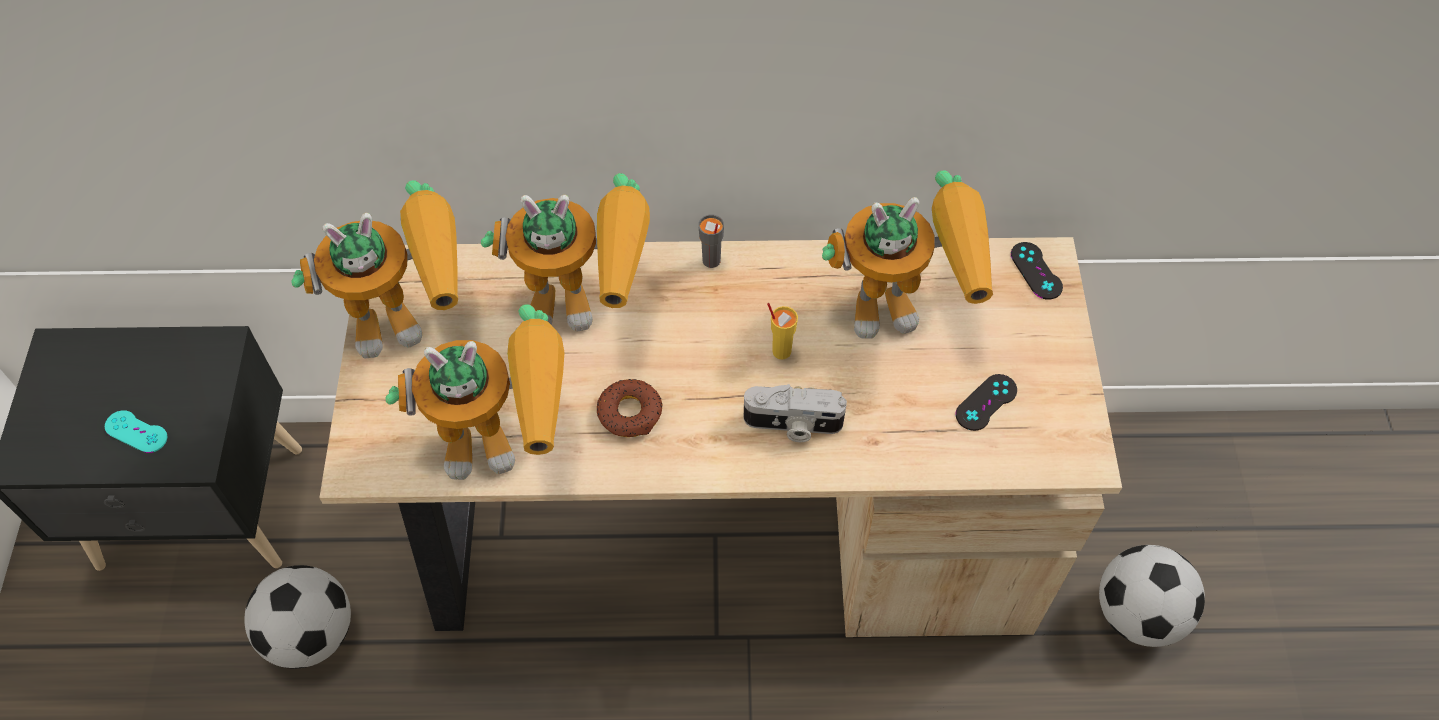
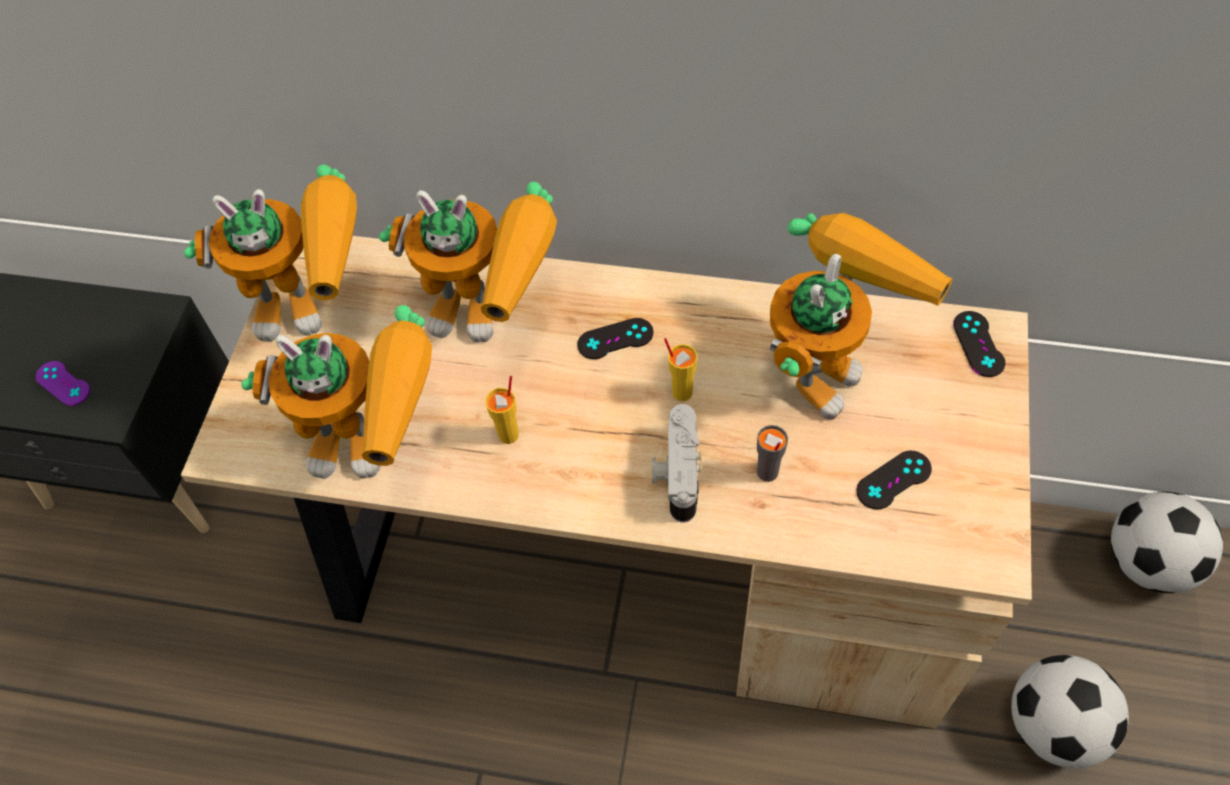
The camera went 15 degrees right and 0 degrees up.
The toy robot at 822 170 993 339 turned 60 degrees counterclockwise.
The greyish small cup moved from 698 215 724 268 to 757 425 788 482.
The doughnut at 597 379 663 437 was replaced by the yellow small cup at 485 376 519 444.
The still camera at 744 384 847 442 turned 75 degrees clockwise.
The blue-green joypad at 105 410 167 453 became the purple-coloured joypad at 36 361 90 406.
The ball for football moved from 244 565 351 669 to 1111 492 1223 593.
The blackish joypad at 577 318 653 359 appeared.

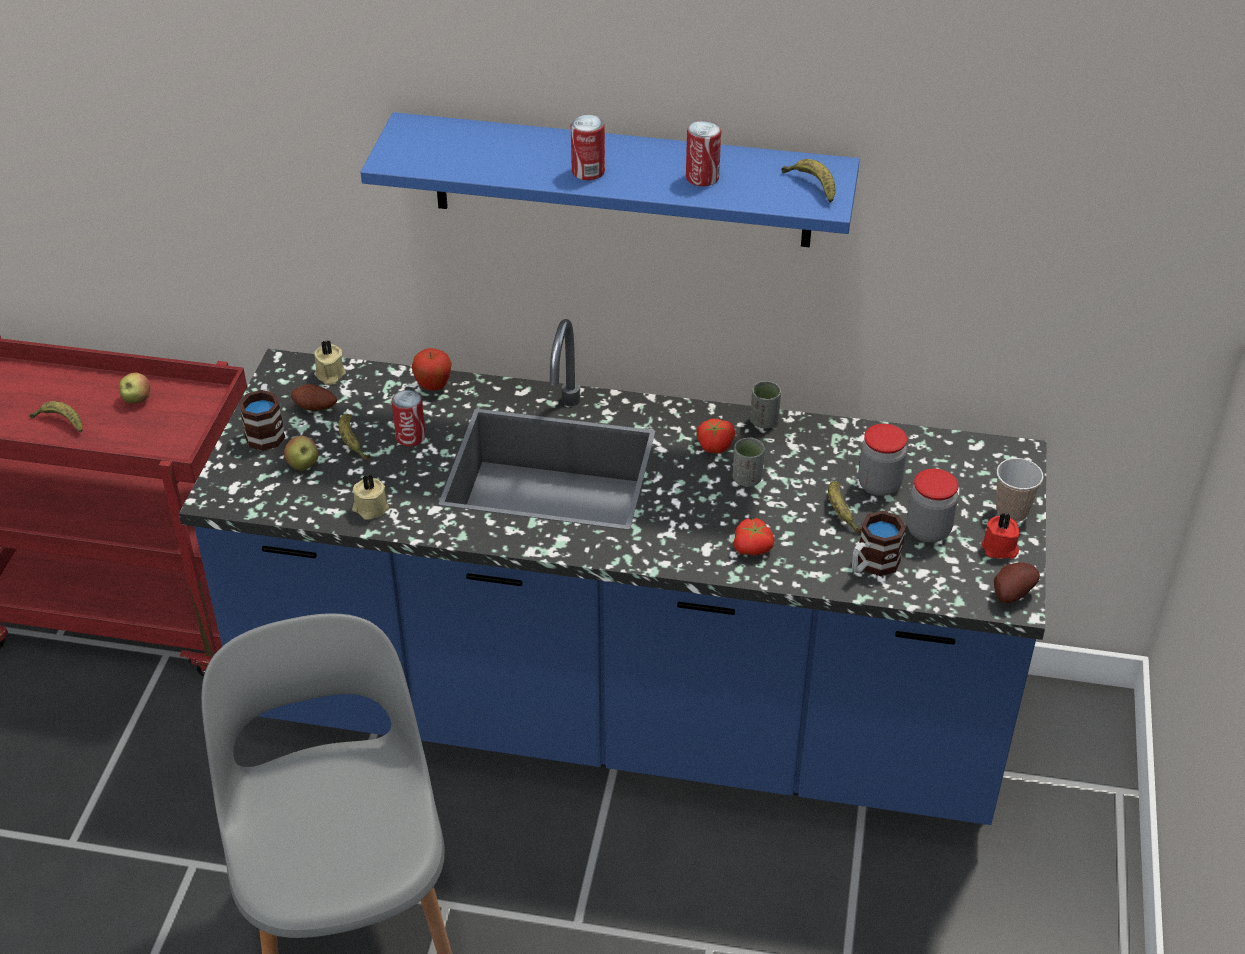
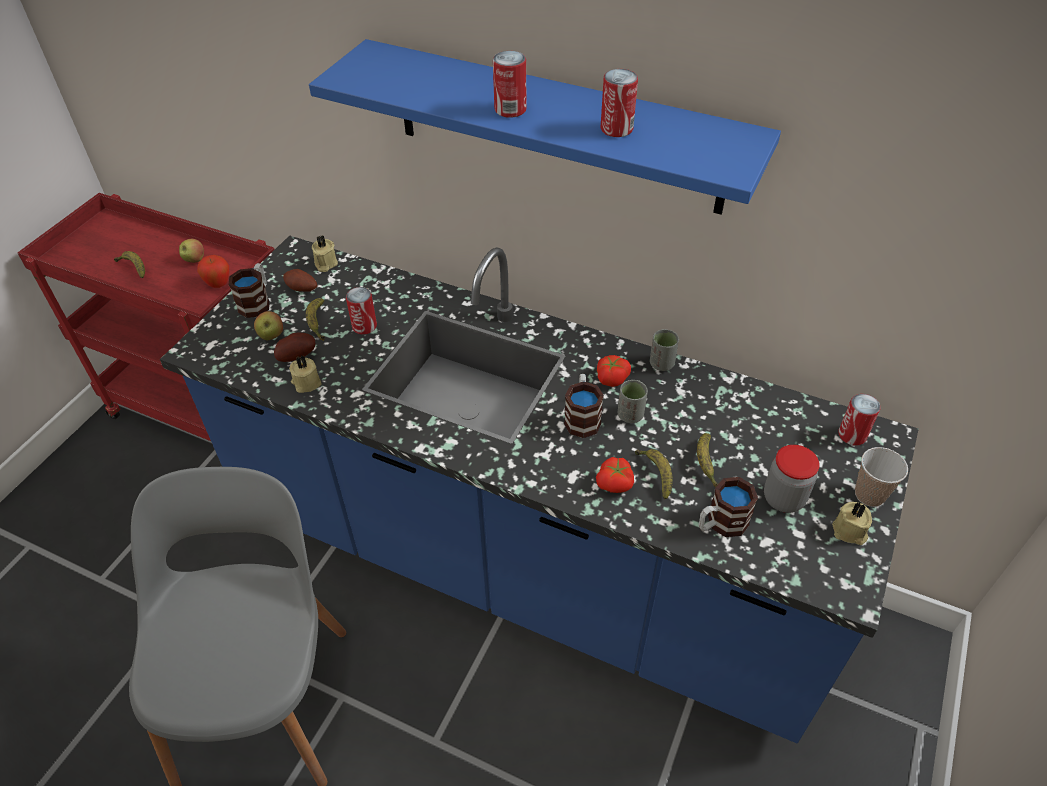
The camera went 15 degrees right and 5 degrees up.
The whole banana moved from 781 159 836 202 to 635 449 673 499.
The whole apple moved from 411 348 452 391 to 197 255 229 288.
The preserve jar at 858 423 907 496 disappeared.
The red-coloured wax candle at 982 513 1020 559 became the sand-coloured wax candle at 832 502 872 545.
The whole potato moved from 994 562 1040 603 to 274 333 316 362.
The mug at 564 374 604 438 appeared.
The metal can at 838 394 880 446 appeared.

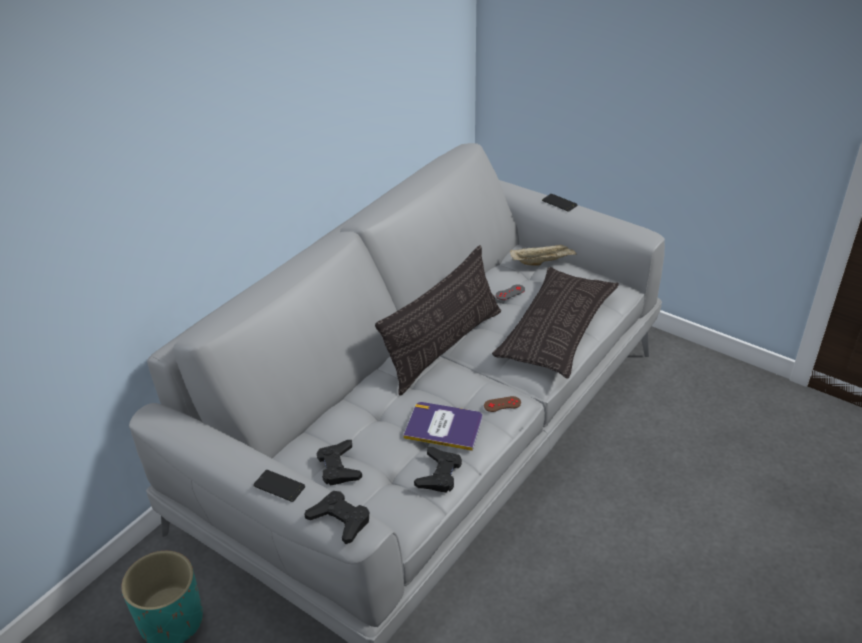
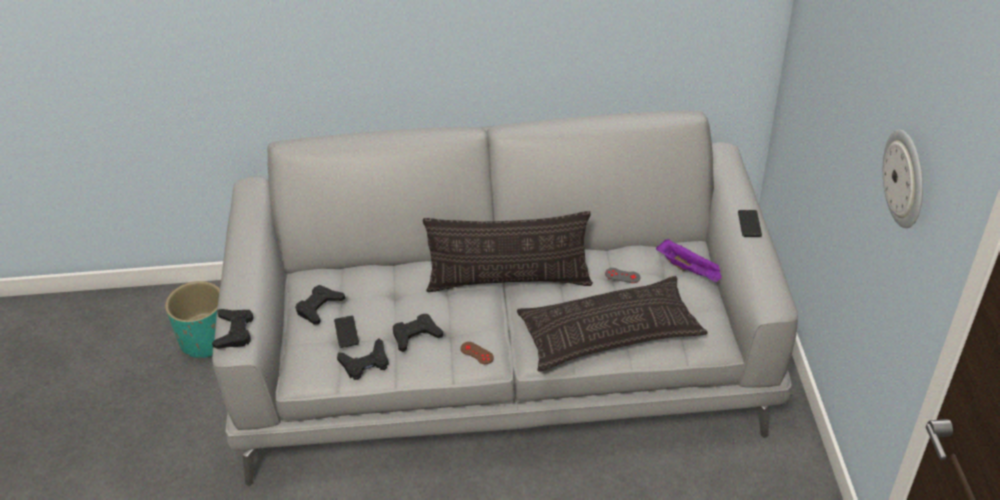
The camera went 50 degrees right and 5 degrees up.
The sand-coloured carrying tray at 510 245 577 266 became the purple-coloured carrying tray at 656 239 722 282.
The volume at 403 402 482 451 was replaced by the blackish joypad at 393 314 443 352.
The handset moved from 253 470 305 502 to 334 316 359 348.
The clock on the wall at 883 130 923 228 appeared.

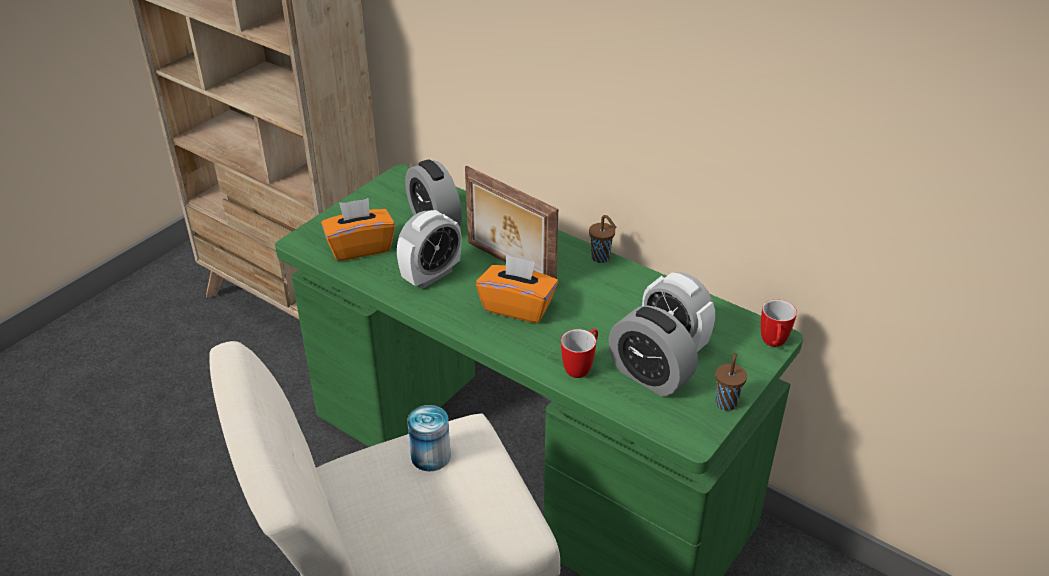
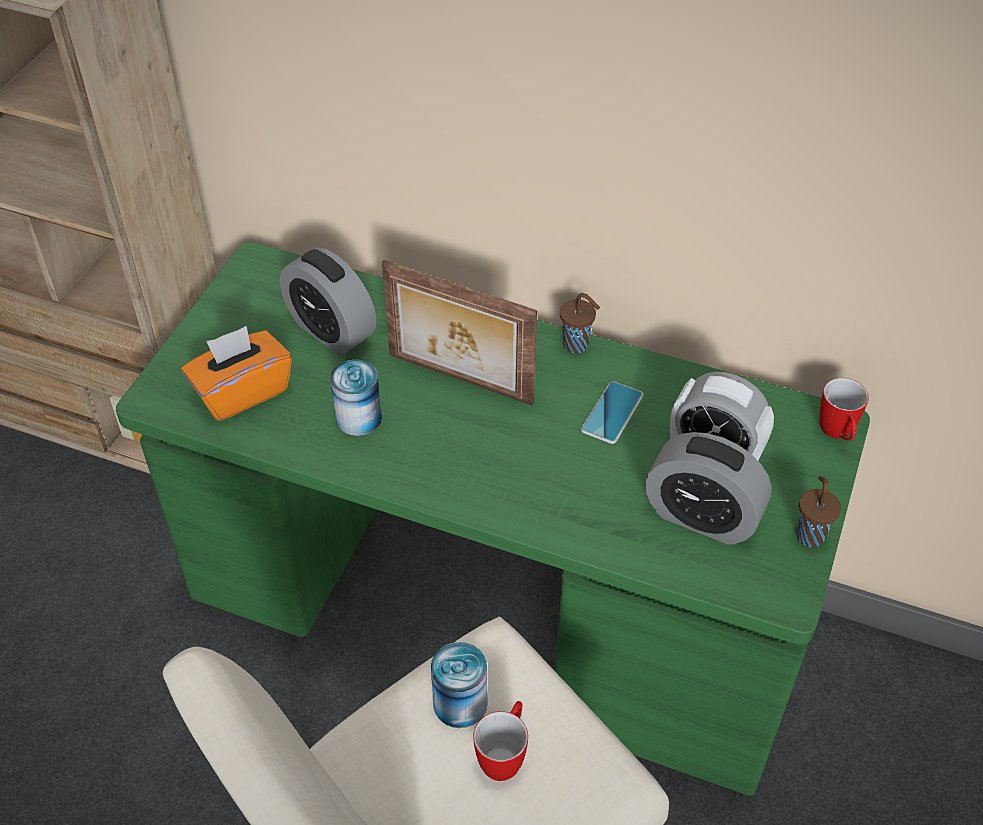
The camera went 15 degrees left and 10 degrees up.
The bedside clock at 397 210 462 288 was replaced by the metal can at 330 360 382 436.
The orangey tissue box at 476 254 558 323 disappeared.
The mug moved from 561 329 598 378 to 473 701 528 781.
The handset at 581 381 644 444 appeared.

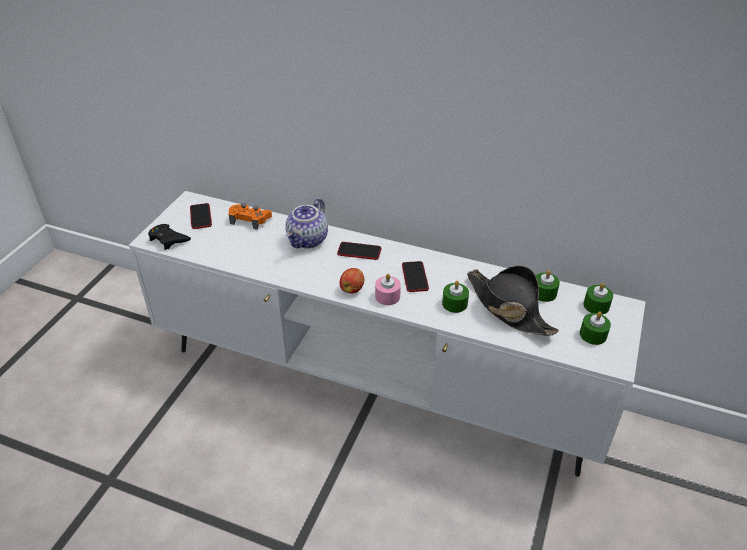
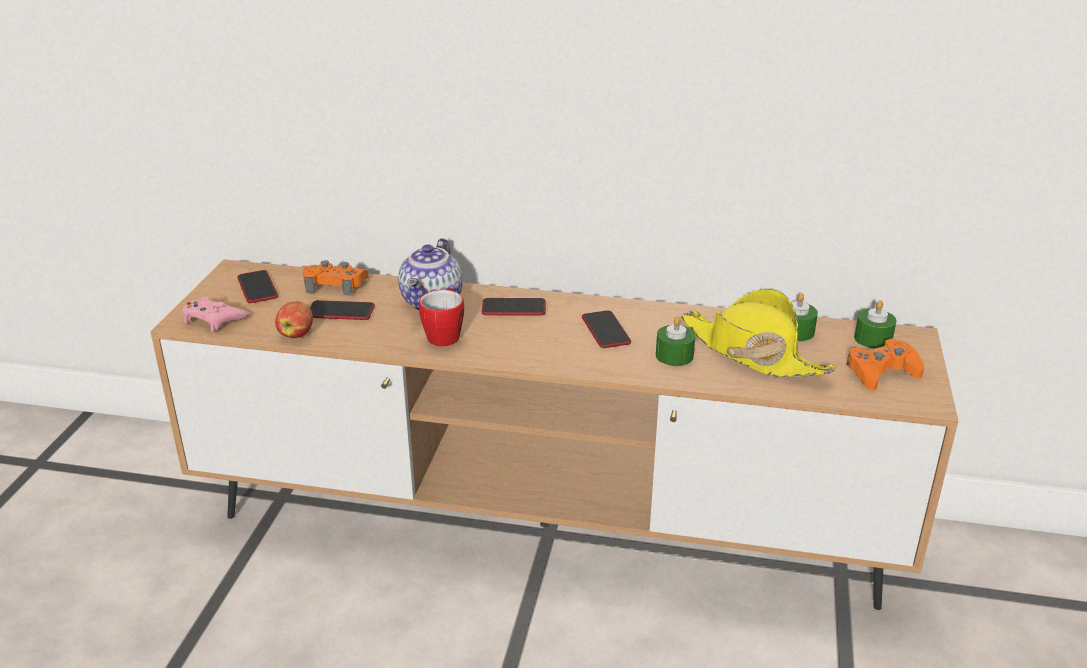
The camera went 10 degrees left and 10 degrees down.
The whitish tv unit at 129 191 646 477 became the brownish tv unit at 151 259 958 610.
The blackish joypad at 148 224 191 250 became the pink-coloured joypad at 182 296 250 332.
The blackish wearable hat at 467 266 559 336 became the yellow wearable hat at 681 289 836 378.
The whole apple moved from 339 268 364 293 to 275 301 313 338.
The pink-coloured wax candle at 375 274 401 305 disappeared.
The green wax candle at 580 312 611 345 was replaced by the orangey joypad at 847 338 924 391.
The mug at 419 287 464 347 appeared.
The handset at 310 300 375 320 appeared.

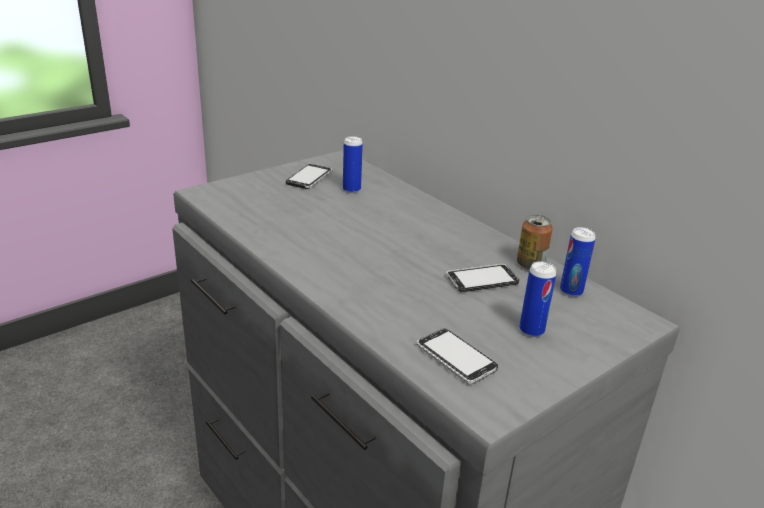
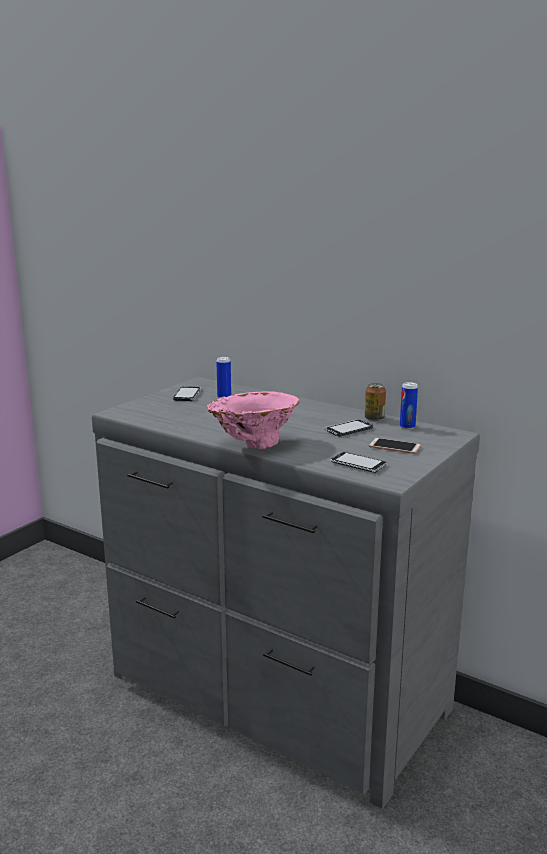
The camera went 15 degrees left and 10 degrees down.
The metal can at 519 261 556 337 was replaced by the handset at 369 438 421 454.
The pink-coloured flower vase at 207 391 300 449 appeared.

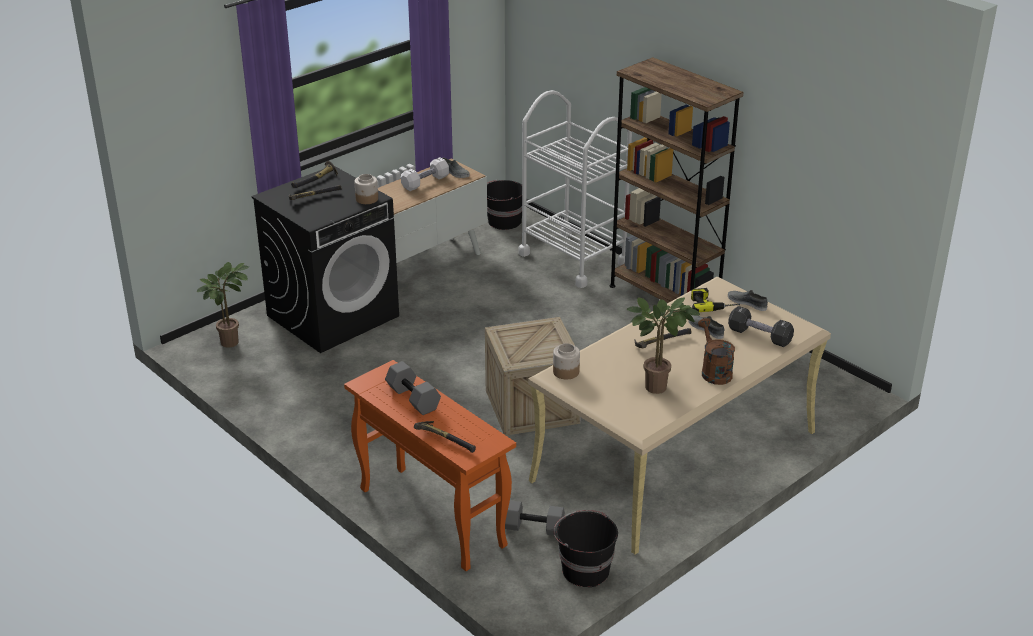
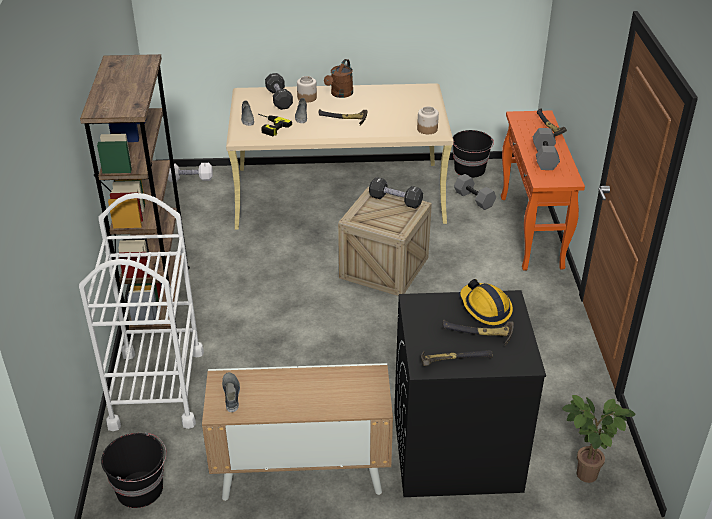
The camera went 140 degrees left and 5 degrees up.
The whitish dumbbell moved from 401 157 449 191 to 168 163 213 182.
The preserve jar moved from 355 174 378 204 to 297 76 317 103.
The houseplant at 627 297 700 394 disappeared.
The blackish dumbbell at 369 177 423 209 appeared.
The hard hat at 460 279 513 325 appeared.

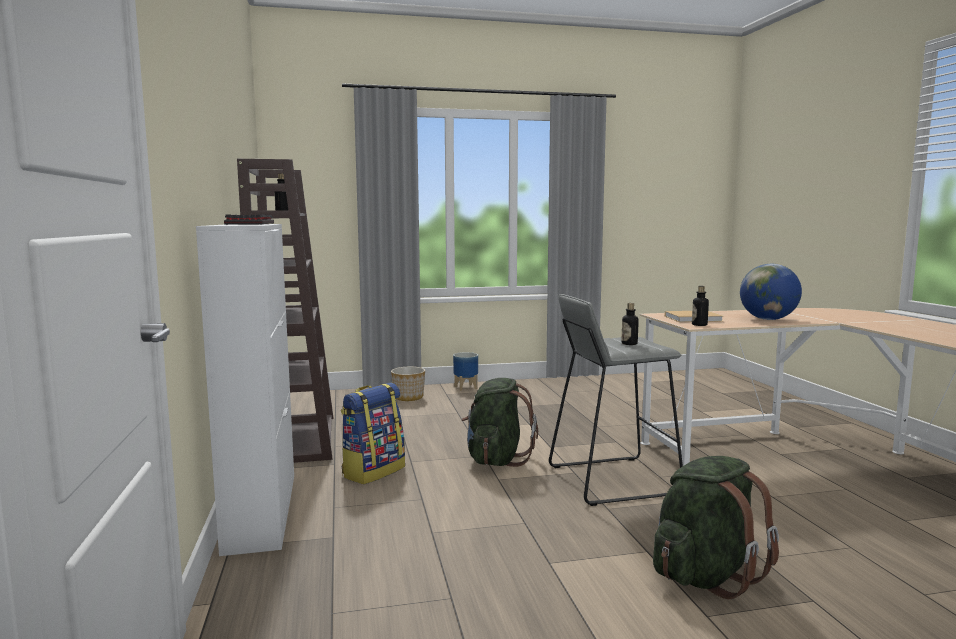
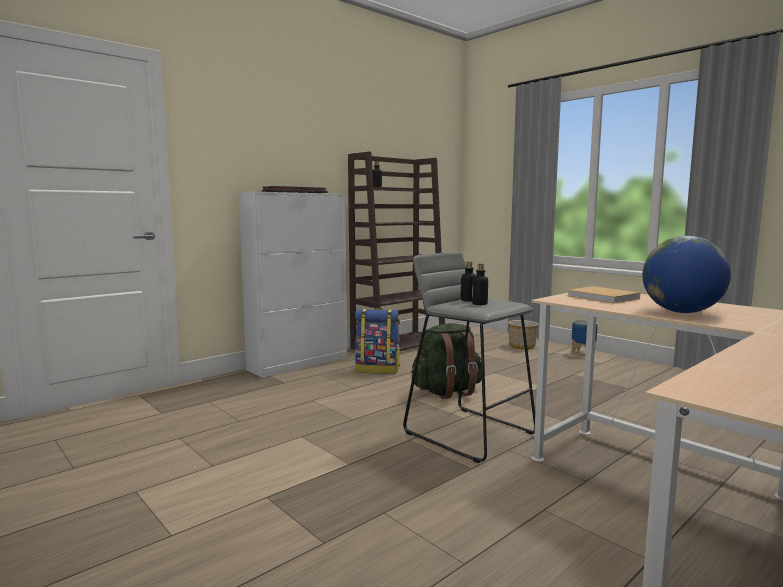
The camera went 60 degrees right and 0 degrees up.
The bottle moved from 692 286 709 326 to 461 262 476 302.
The green rucksack at 653 456 779 599 disappeared.

